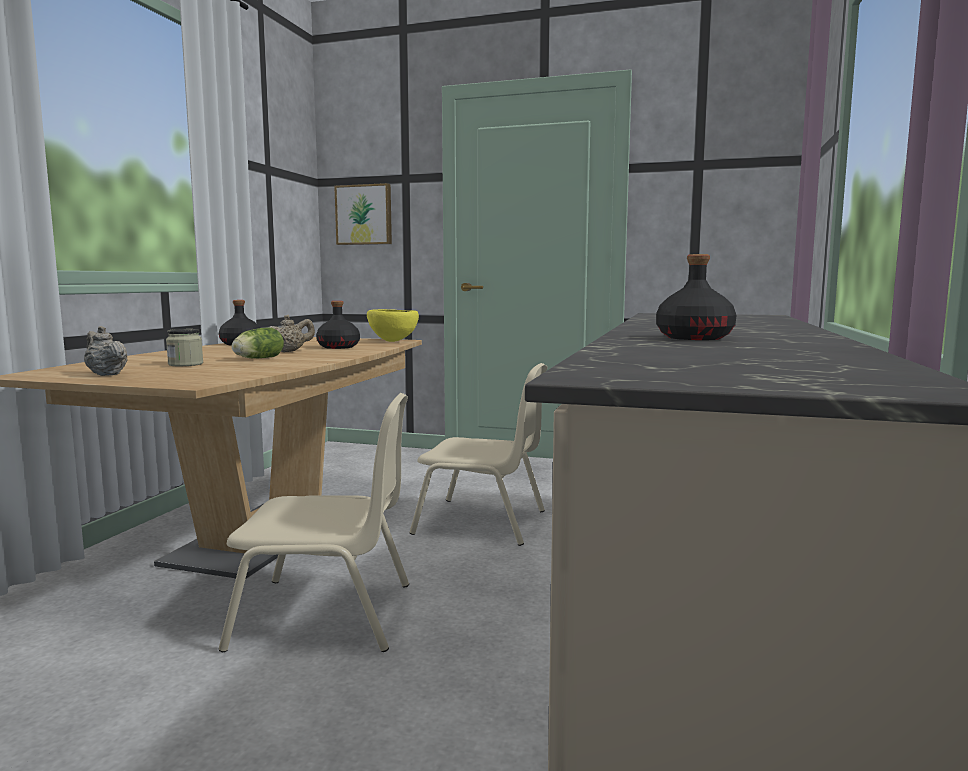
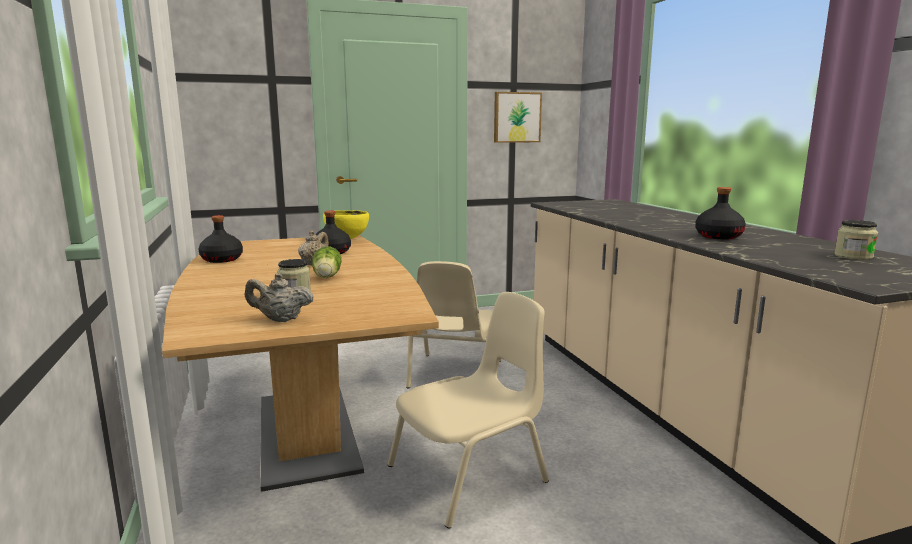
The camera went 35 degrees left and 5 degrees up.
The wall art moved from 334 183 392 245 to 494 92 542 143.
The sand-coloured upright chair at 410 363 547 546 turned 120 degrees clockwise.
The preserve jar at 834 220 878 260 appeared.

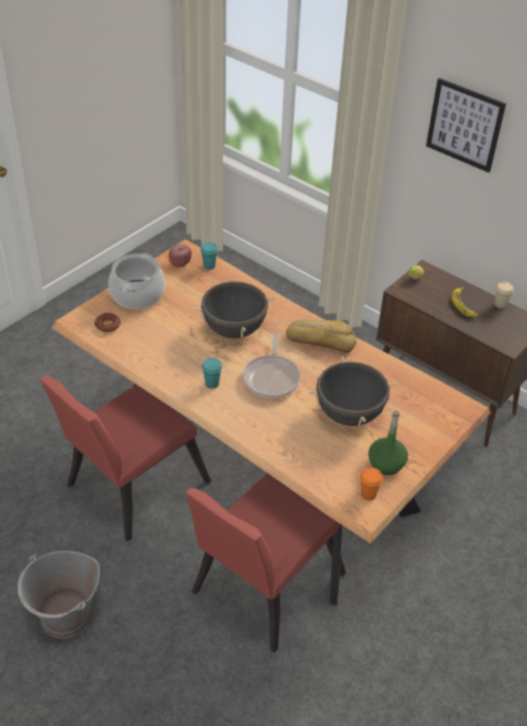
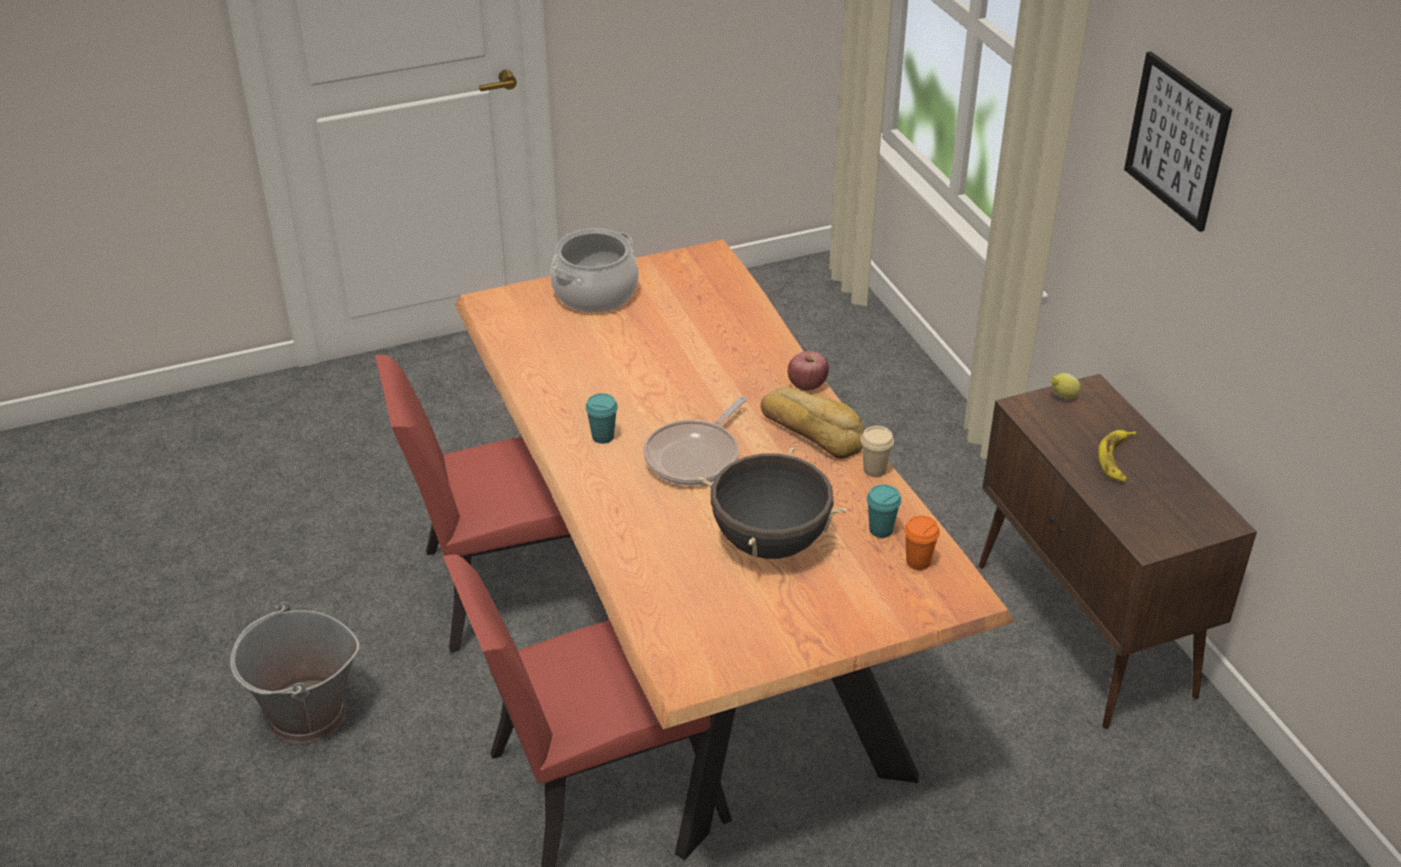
The camera went 30 degrees right and 5 degrees down.
The blue-green small cup moved from 200 242 218 270 to 867 484 901 538.
The whole apple moved from 169 244 192 267 to 788 351 829 391.
The blackish stockpot at 194 278 275 338 disappeared.
The sand-coloured small cup moved from 495 281 514 309 to 861 426 894 477.
The doughnut at 94 313 121 332 disappeared.
The green bottle at 368 410 408 475 disappeared.
The orangey small cup moved from 360 467 383 501 to 904 516 940 570.

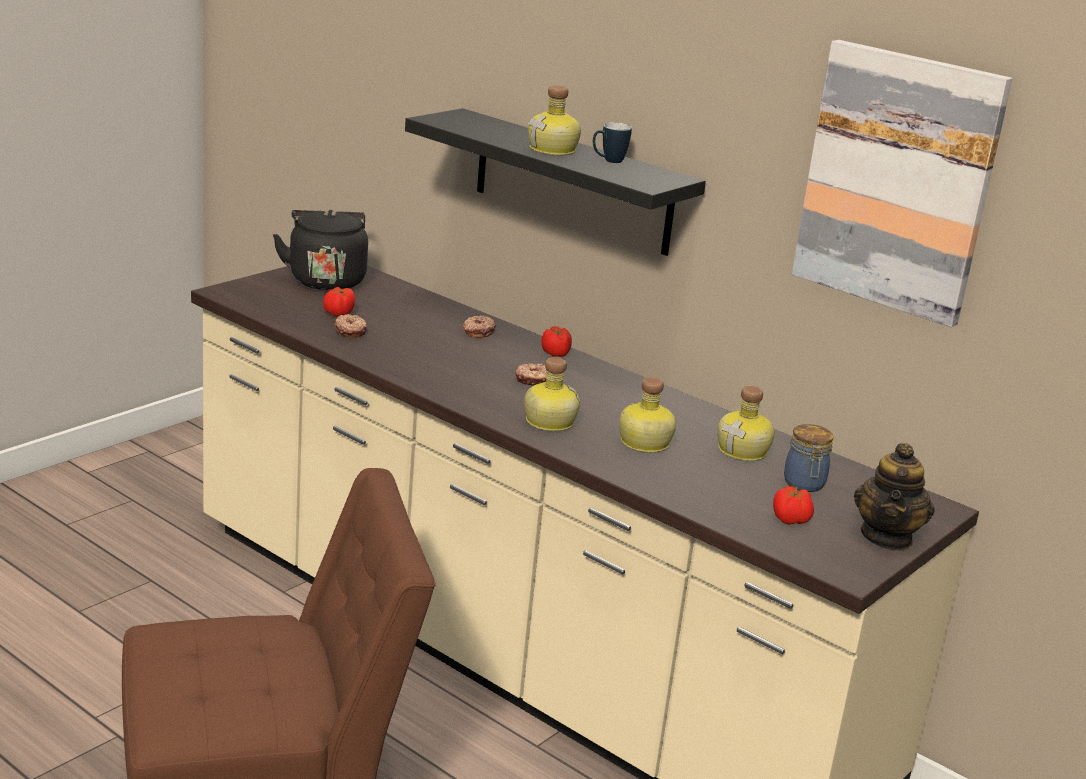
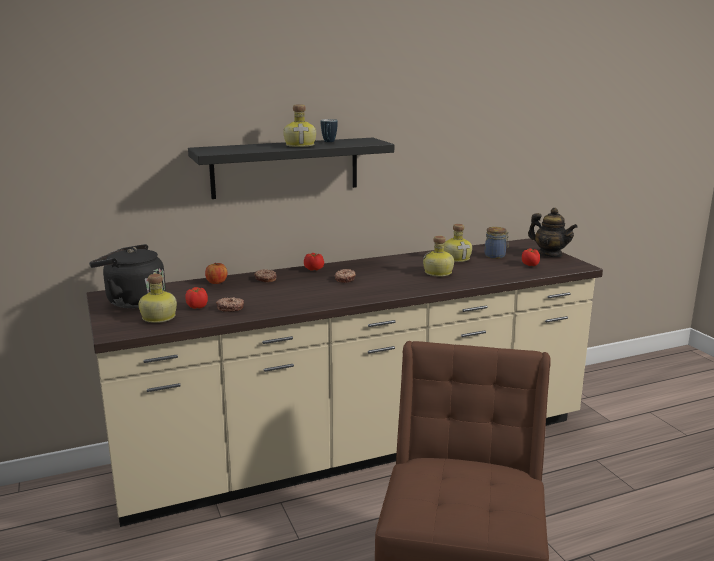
The camera went 60 degrees left and 5 degrees down.
The wall art at 792 40 1013 327 disappeared.
The bottle moved from 524 357 581 432 to 138 274 177 323.
The whole apple at 205 263 227 284 appeared.

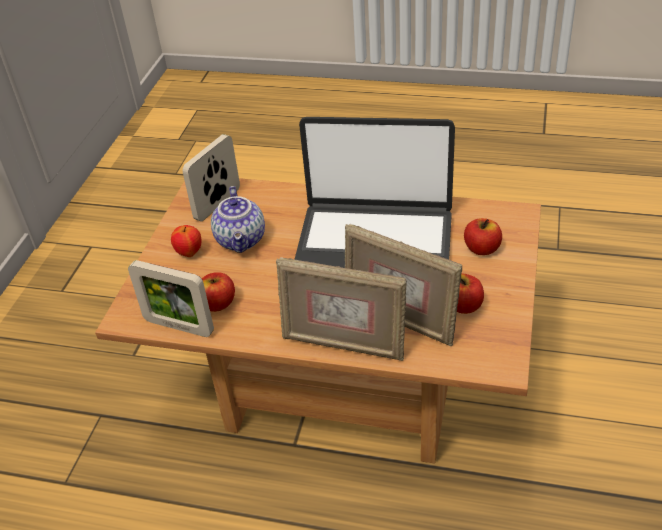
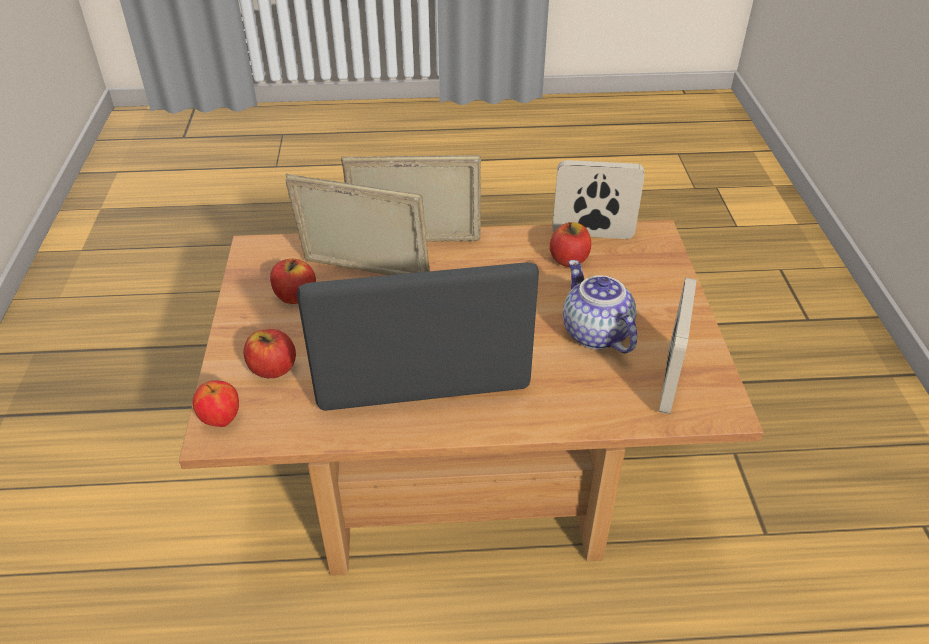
The camera went 160 degrees right and 0 degrees up.
The whole apple moved from 171 225 201 257 to 193 380 239 427.

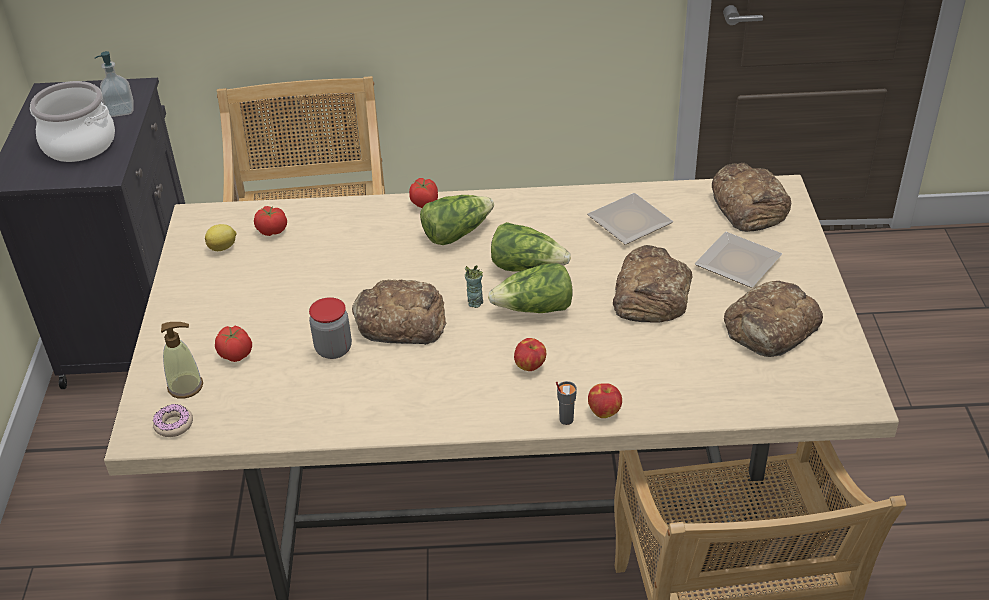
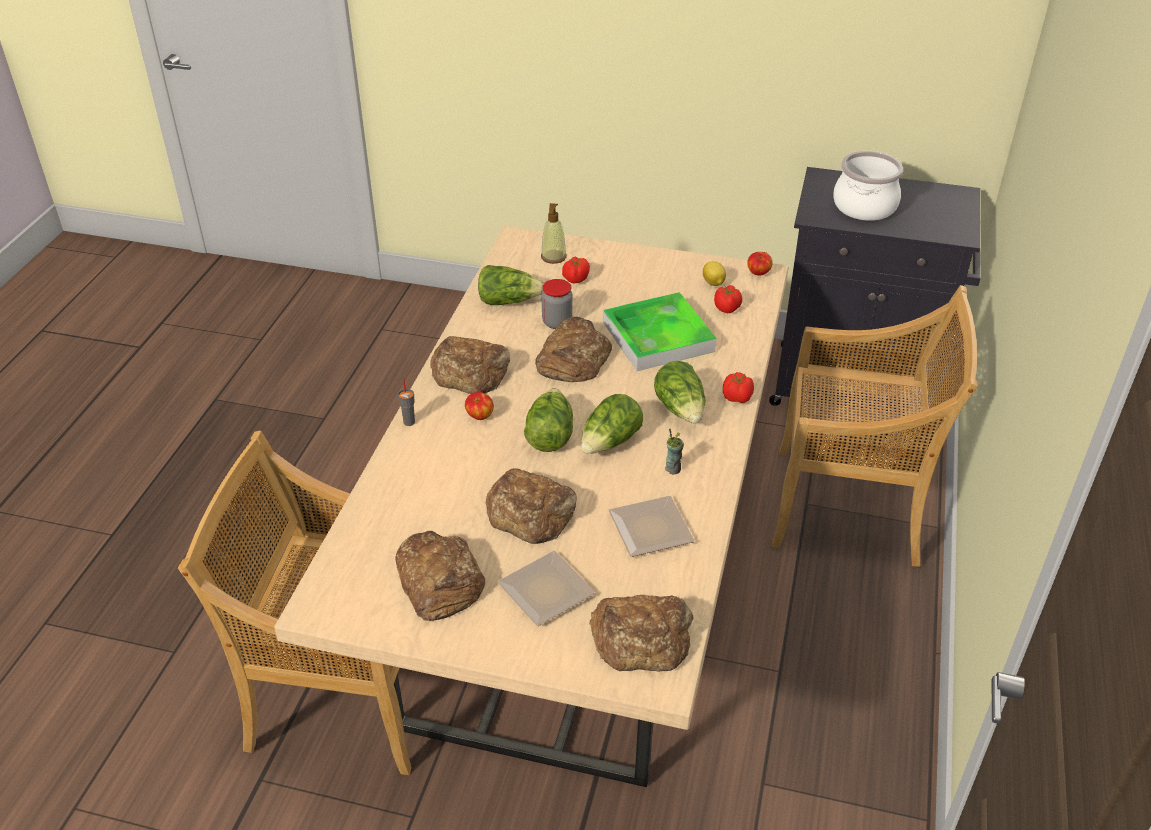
The camera went 105 degrees right and 0 degrees up.
The liquid soap bottle at 95 51 134 117 disappeared.
The small cup moved from 465 265 483 308 to 665 429 684 474.
The whole apple moved from 588 383 622 418 to 747 252 772 276.
The doughnut at 153 404 193 437 disappeared.
The head of lettuce at 478 265 544 305 appeared.
The carrying tray at 604 292 716 371 appeared.
The bakery bread at 430 336 510 394 appeared.

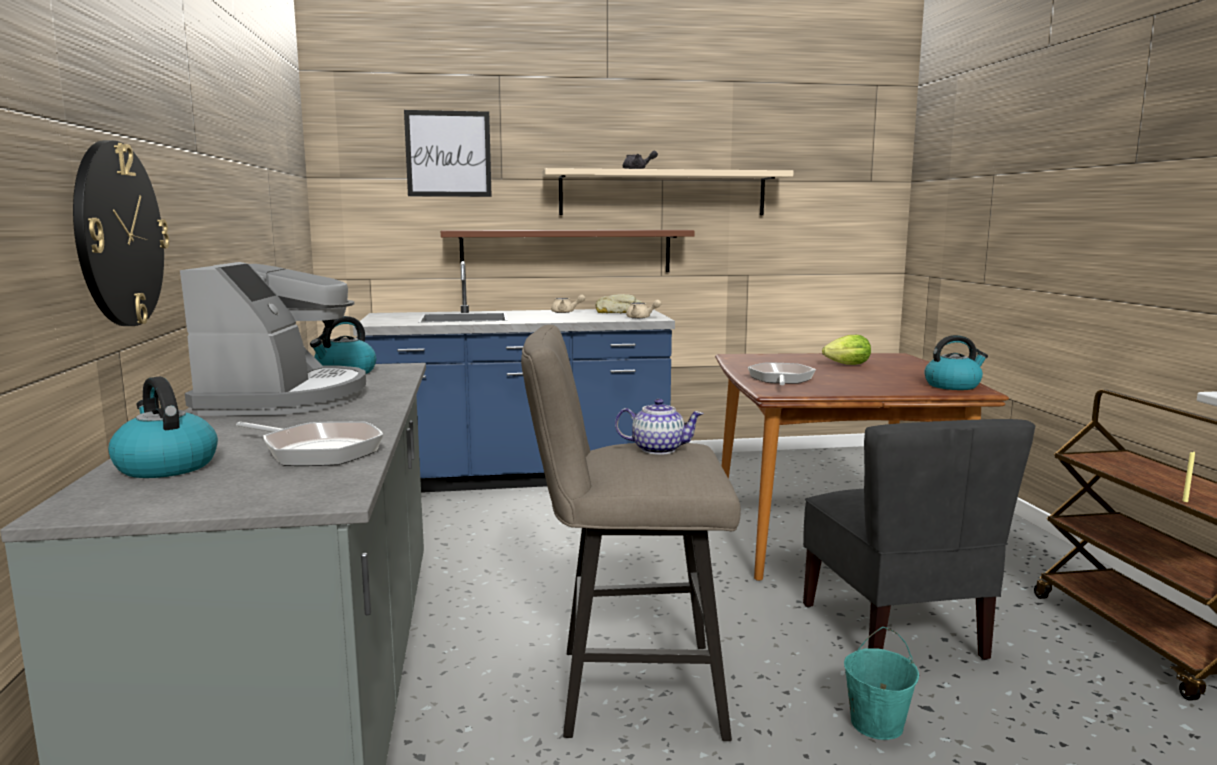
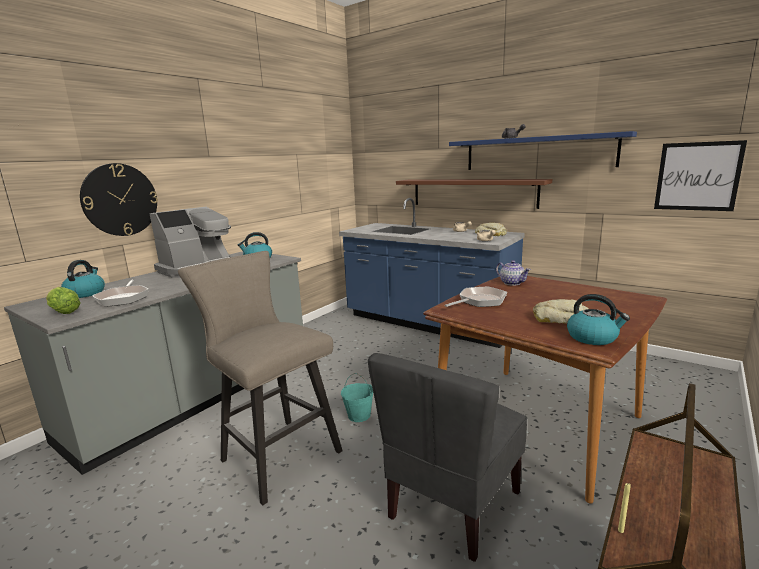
The camera went 45 degrees right and 5 degrees up.
The wall art moved from 404 110 492 197 to 654 140 747 211.
The sand-coloured wall shelf at 542 168 794 215 became the bluish wall shelf at 449 131 637 170.
The head of lettuce moved from 822 335 871 365 to 46 287 80 314.
The pot for tea moved from 615 399 704 455 to 496 260 531 286.
The blue-green bucket moved from 844 627 919 740 to 341 373 373 422.
The bakery bread at 533 299 589 324 appeared.

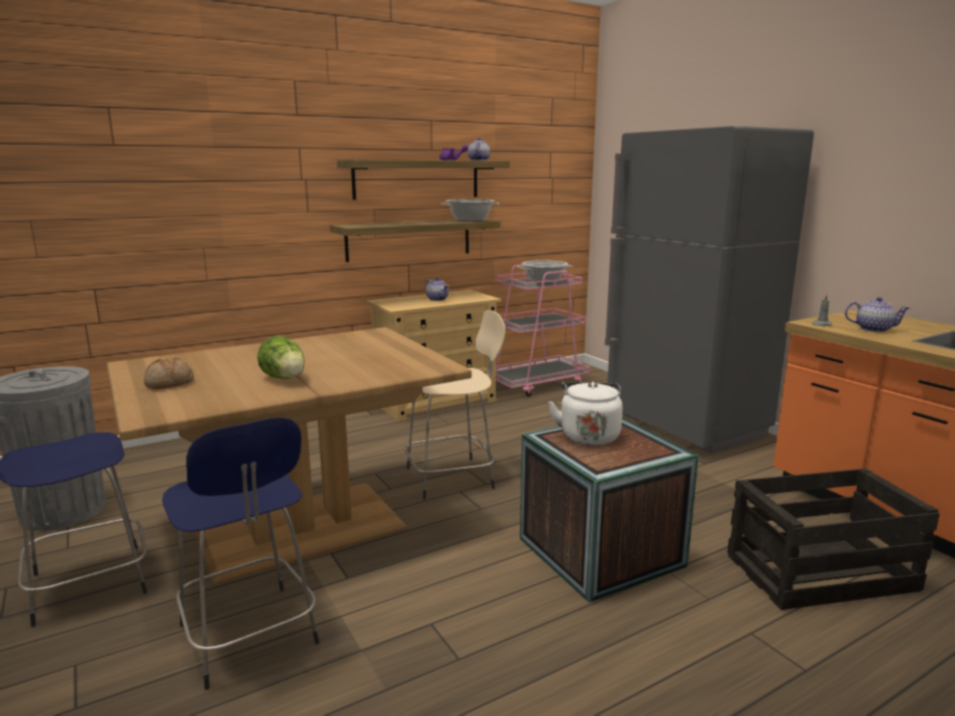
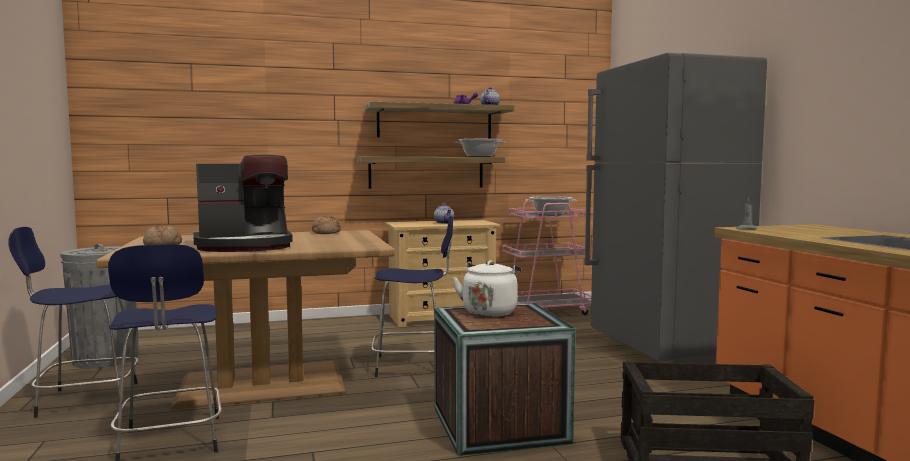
The camera went 15 degrees right and 10 degrees down.
The pot for tea at 845 297 910 332 disappeared.
The sand-coloured stool at 404 310 505 500 became the bluish stool at 371 216 453 377.
The head of lettuce at 257 336 305 379 was replaced by the coffee brewer at 193 155 293 252.
The bakery bread at 312 216 341 234 appeared.

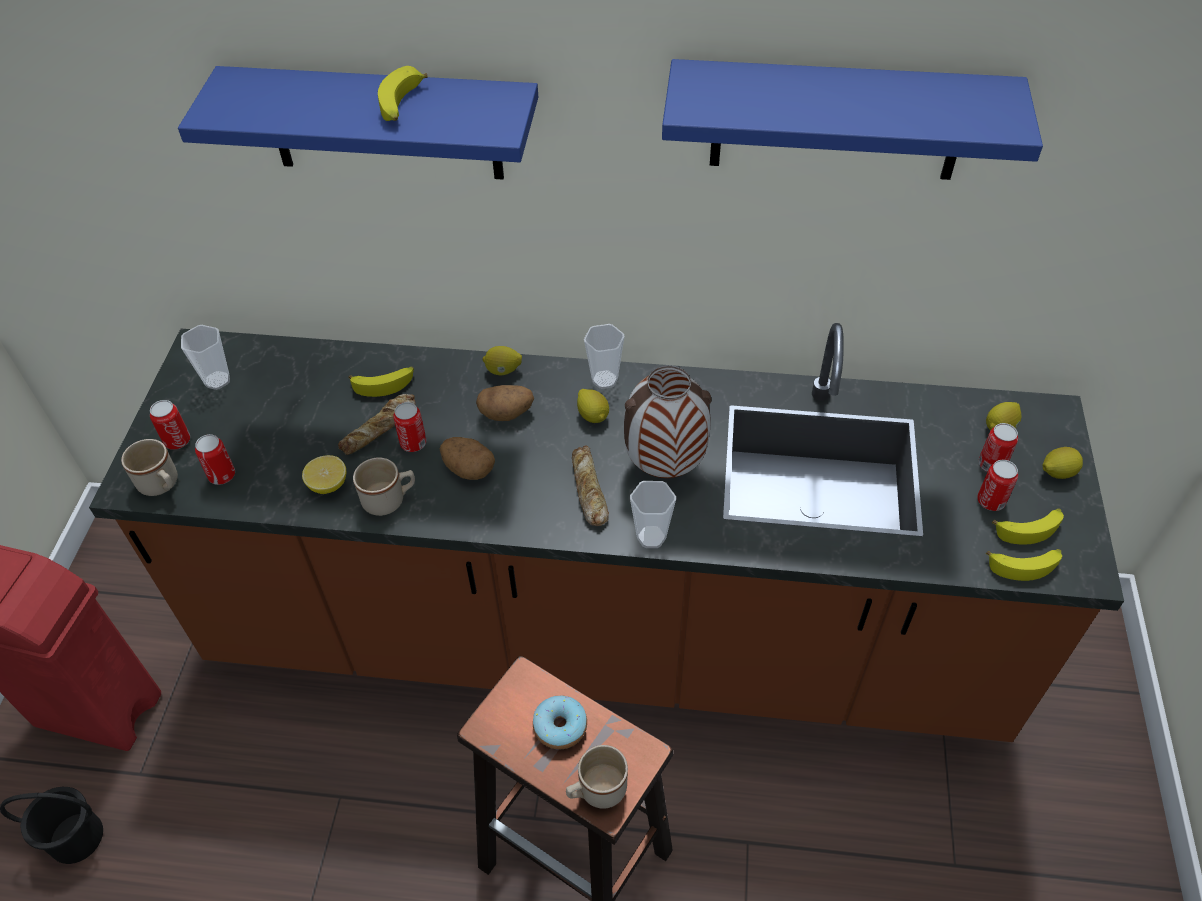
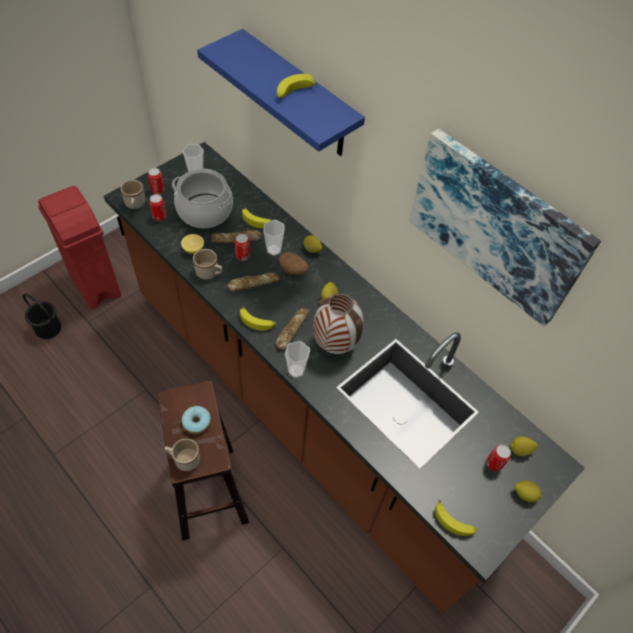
The camera went 35 degrees right and 5 degrees up.
The bluish wall shelf at 662 59 1043 180 was replaced by the wall art at 409 129 601 327.
The small cup moved from 584 324 625 389 to 263 220 285 256.
The whole potato at 440 437 495 480 was replaced by the bakery bread at 227 272 280 291.
The metal can at 977 460 1018 511 disappeared.
The whole banana moved from 992 508 1064 545 to 240 306 276 331.
The stockpot at 172 169 233 228 appeared.

